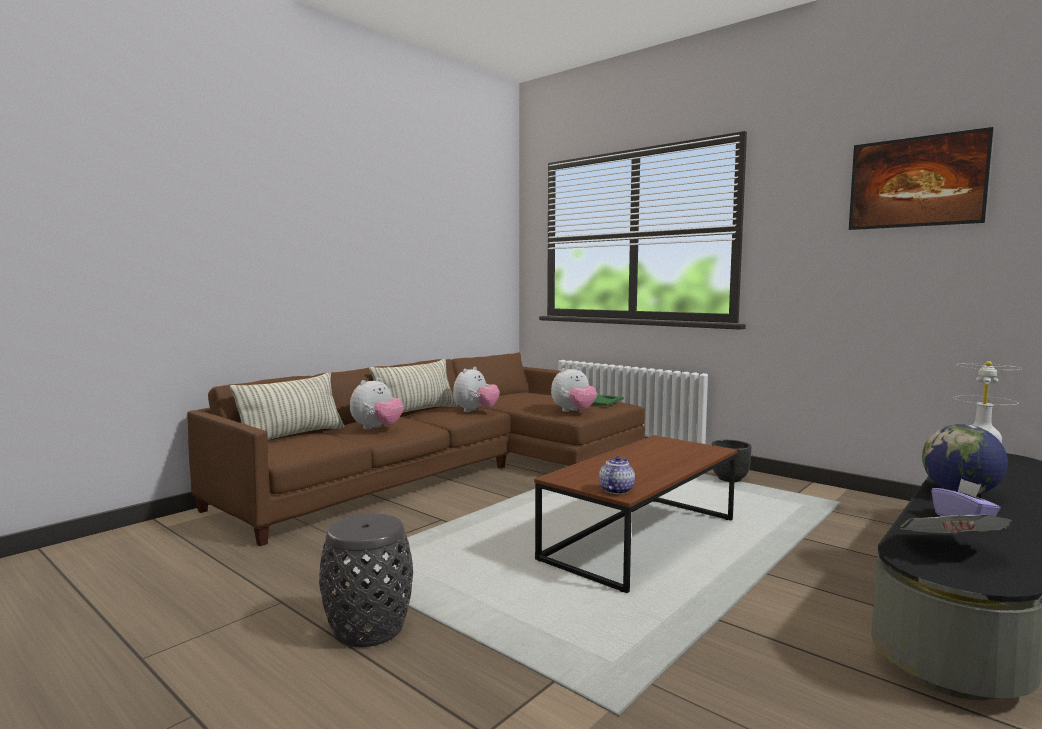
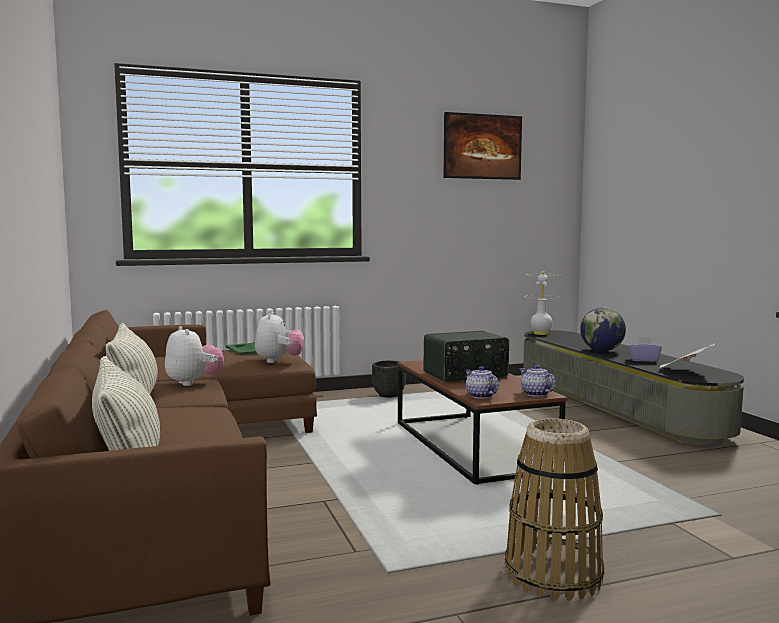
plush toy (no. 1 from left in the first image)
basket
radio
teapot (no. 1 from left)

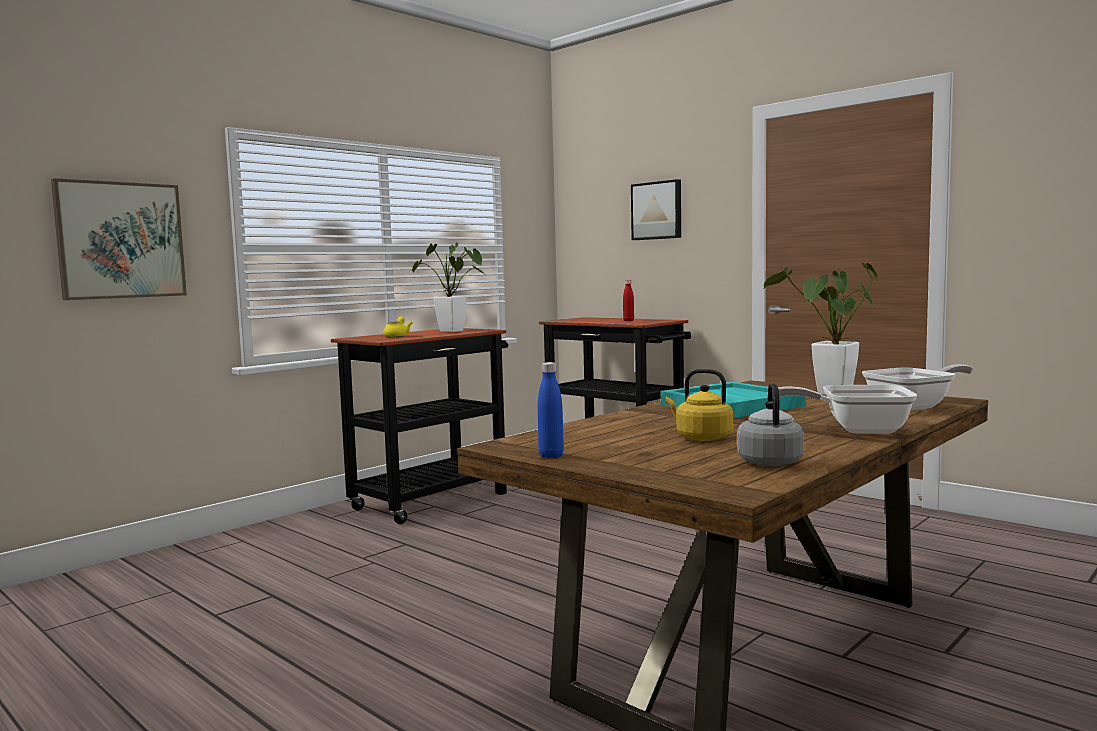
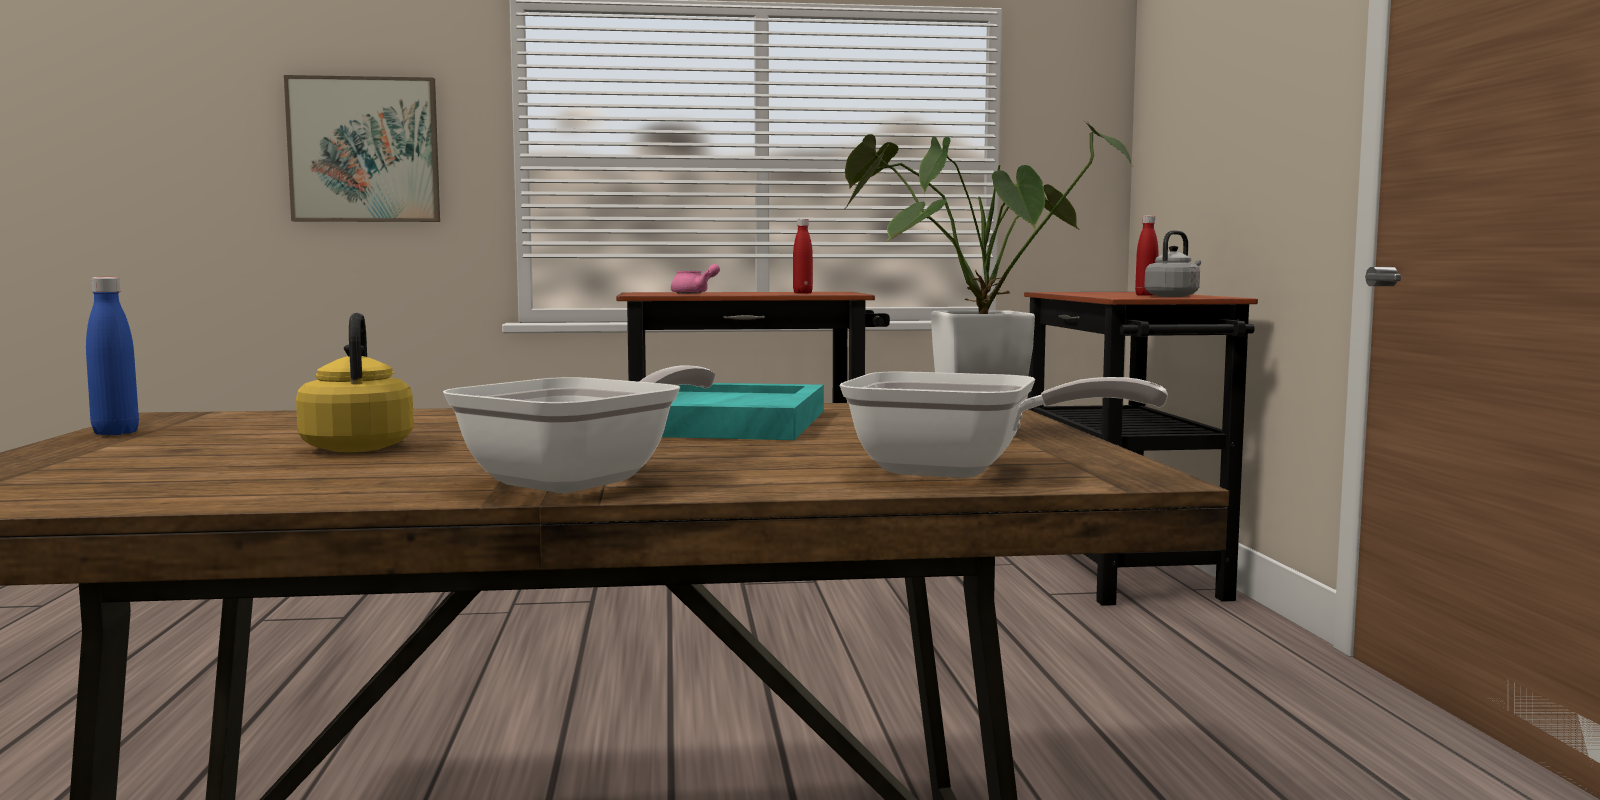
picture (no. 2 from left in the first image)
red bottle (no. 1 from left)
pink teapot
grey kettle
frying pan (no. 1 from left)

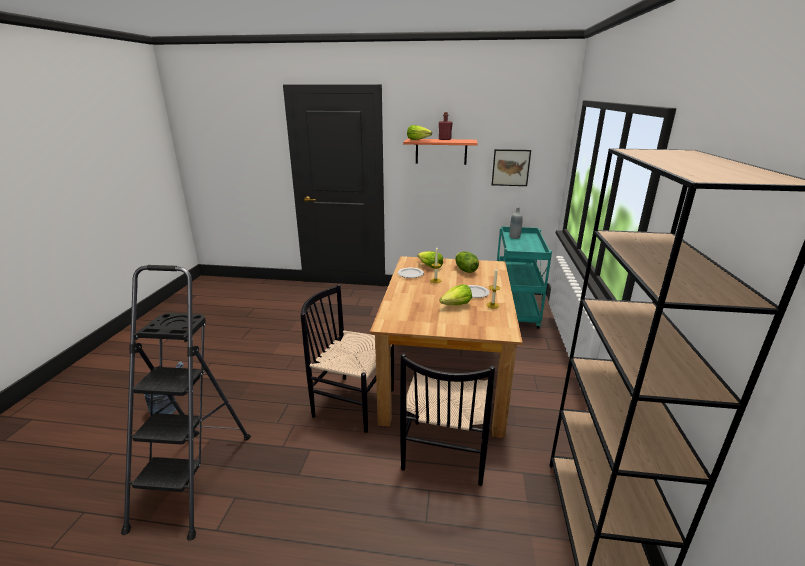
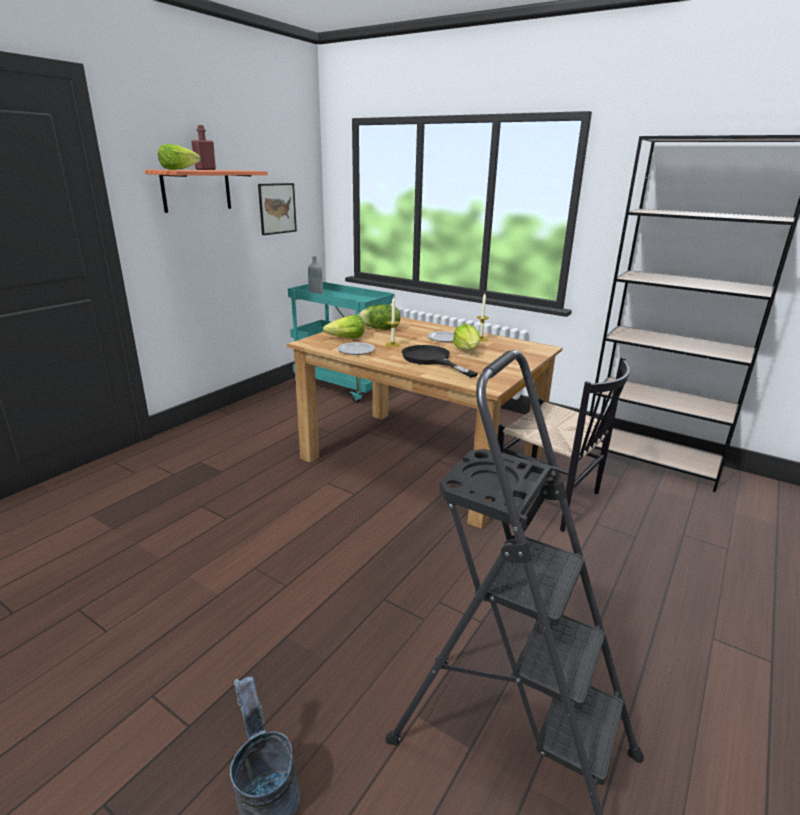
black chair (no. 1 from left in the first image)
black frying pan

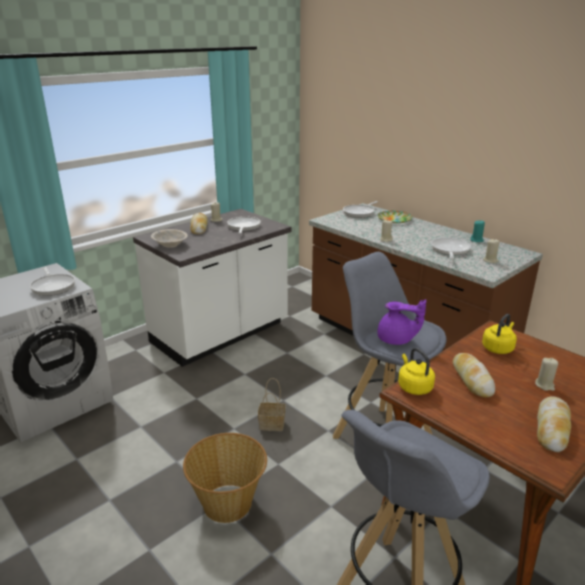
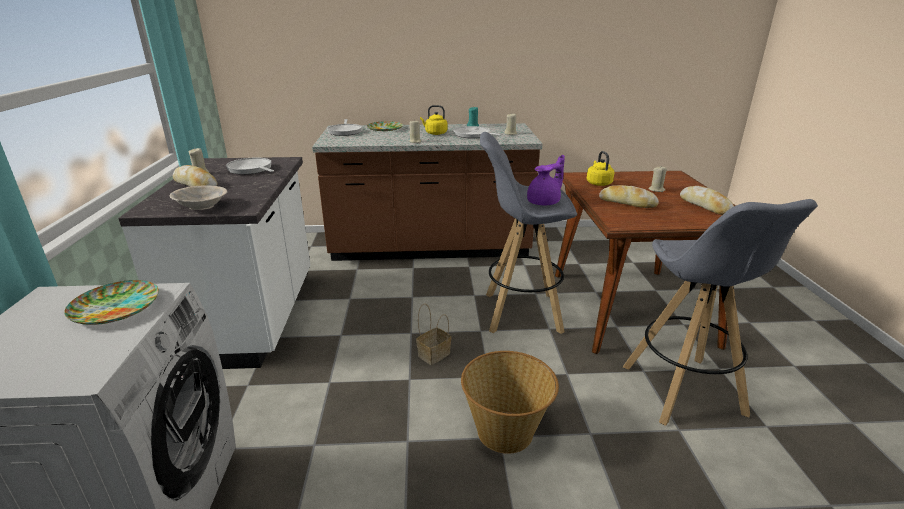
plate (no. 1 from left)
yellow kettle (no. 1 from left)

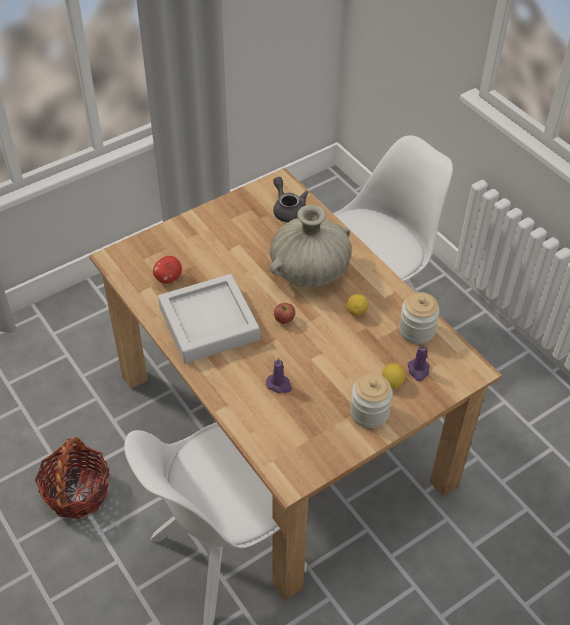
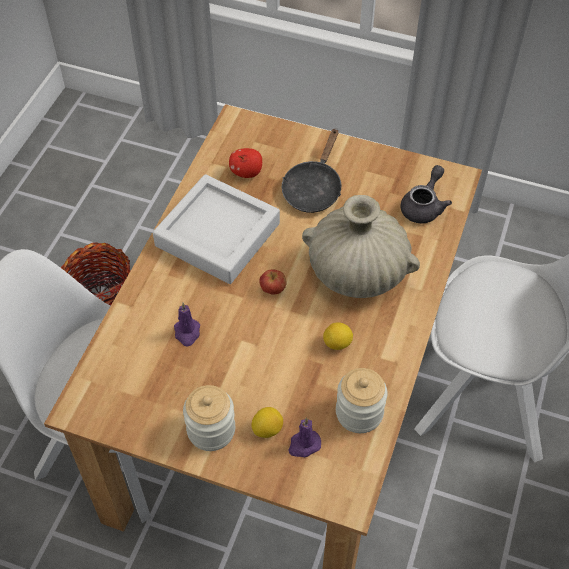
black frying pan

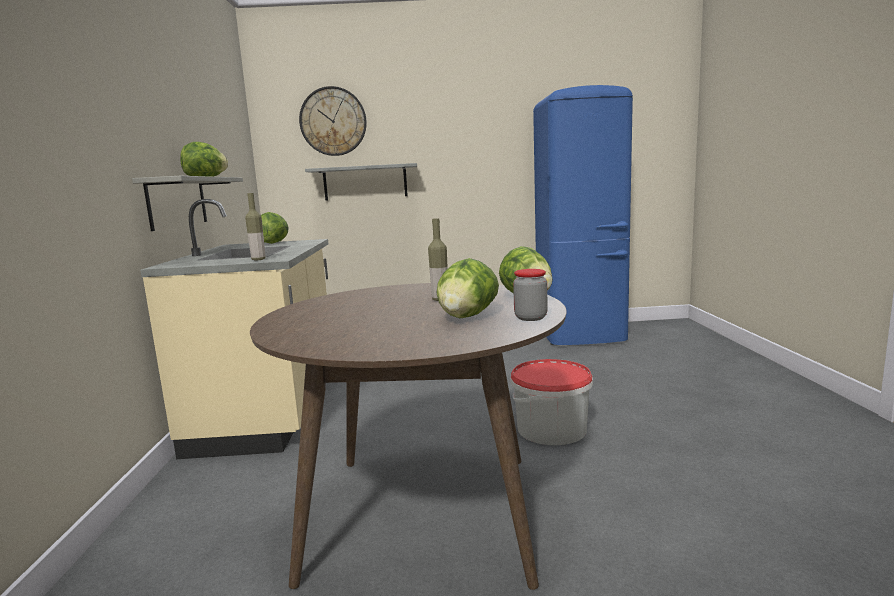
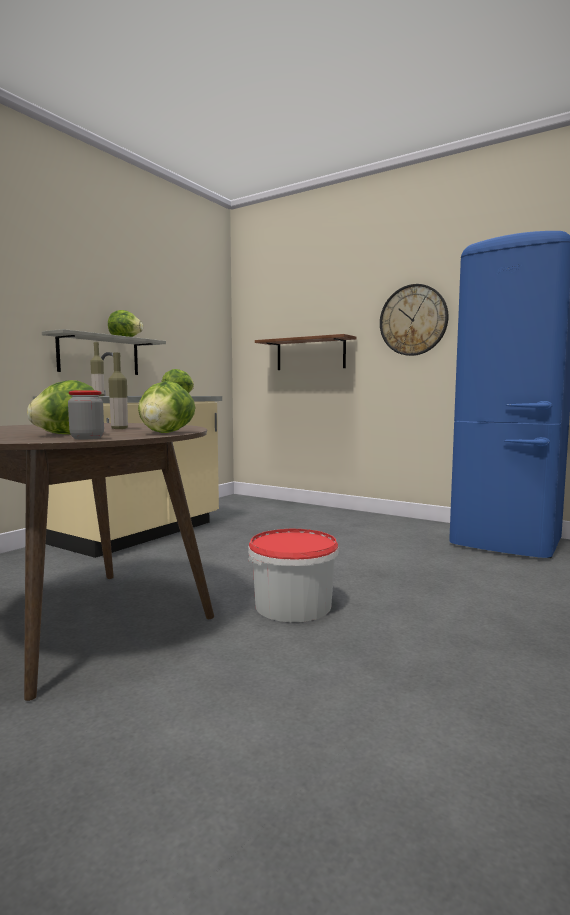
wall clock
brown shelf

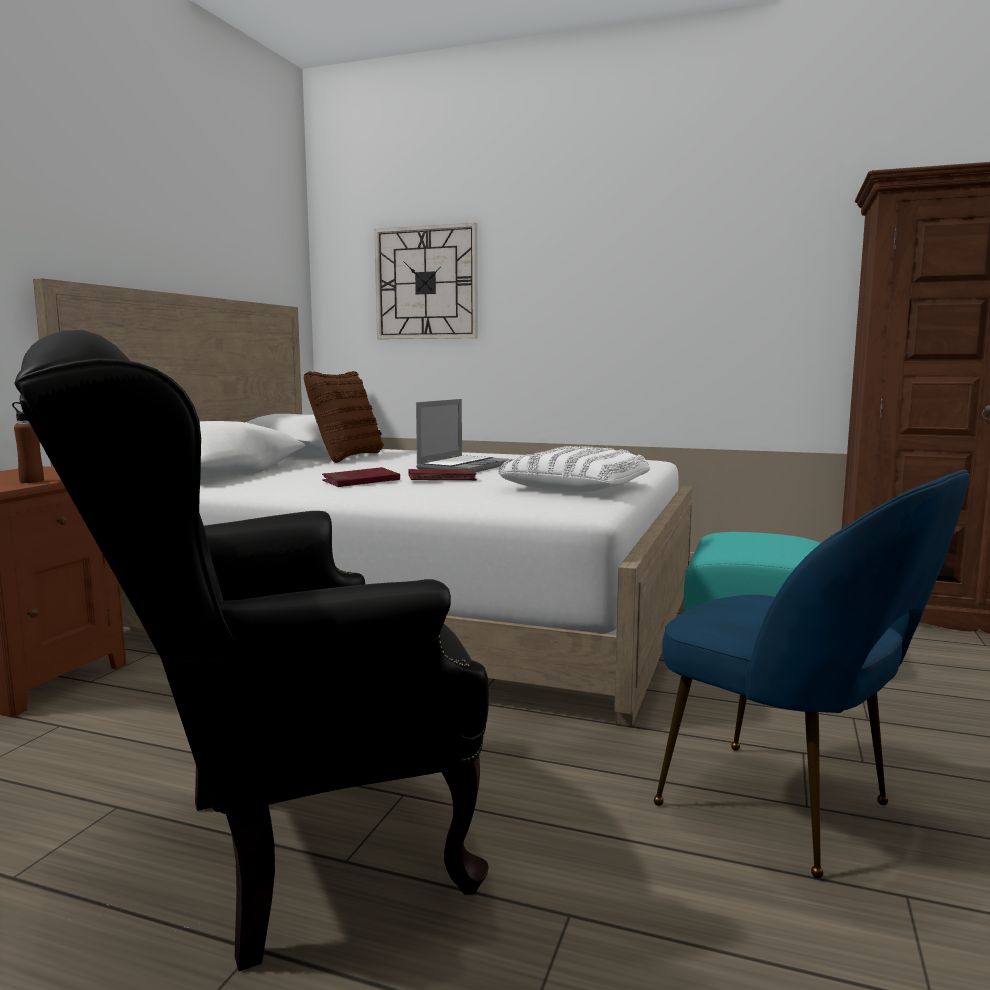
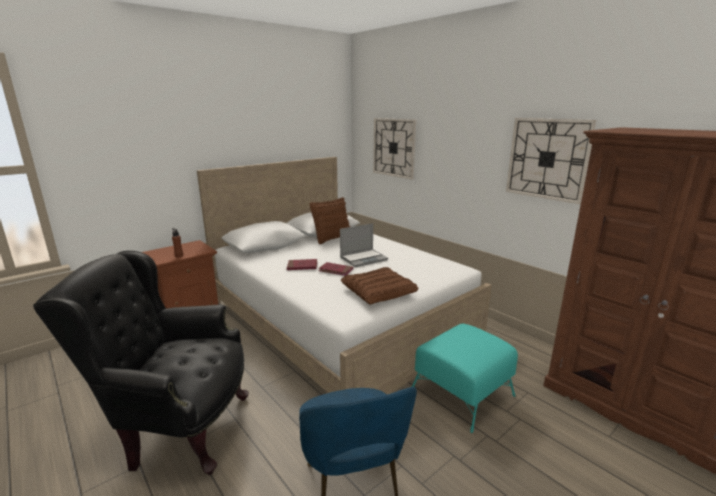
brown pillow (no. 2 from left)
wall clock (no. 2 from left)

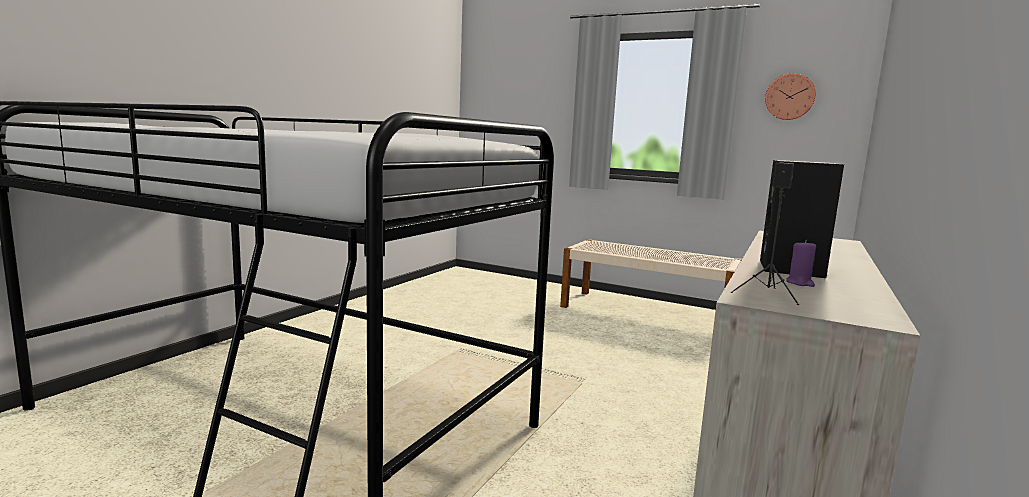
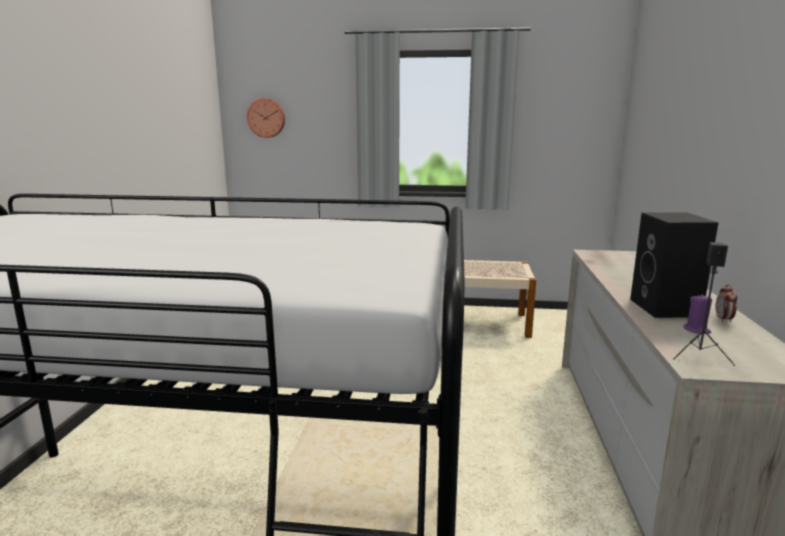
wall clock
alarm clock

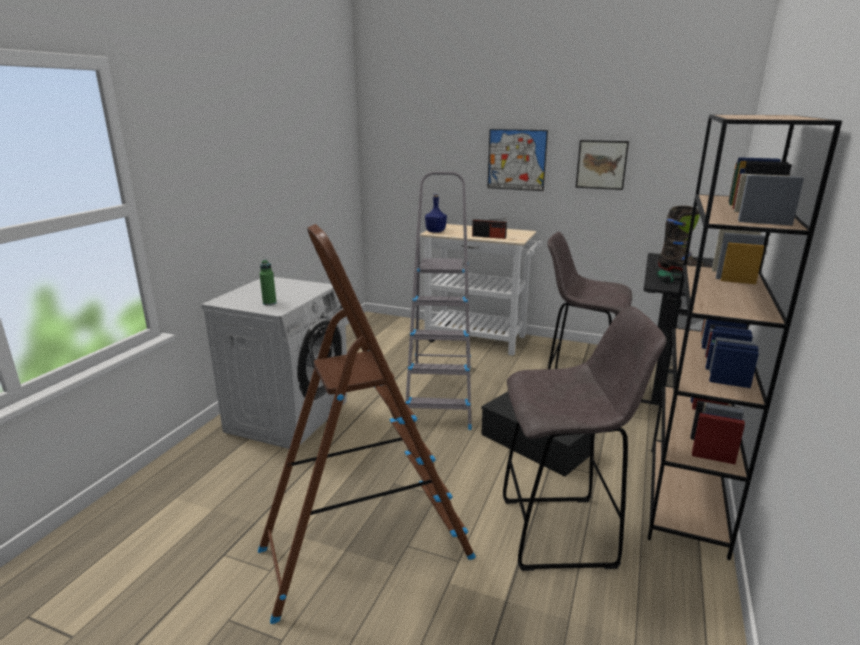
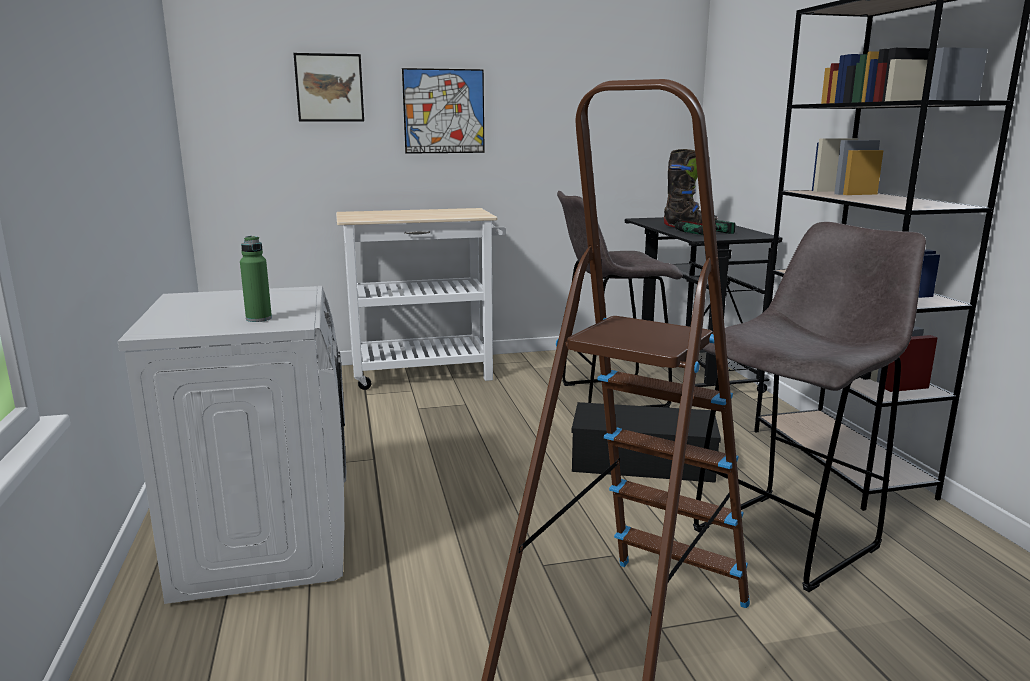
picture (no. 1 from left)
grey step ladder
blue bottle
radio

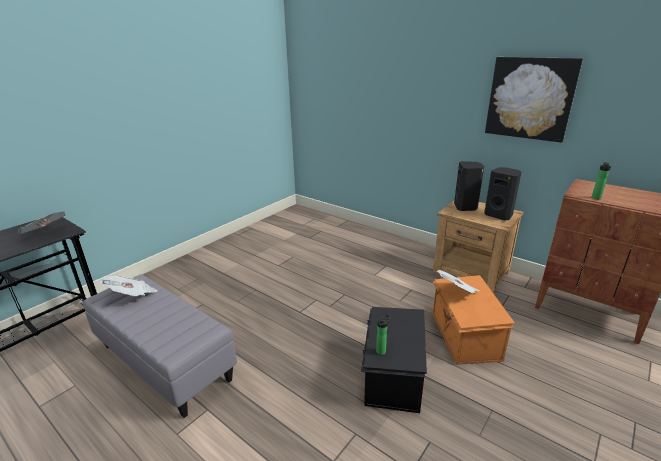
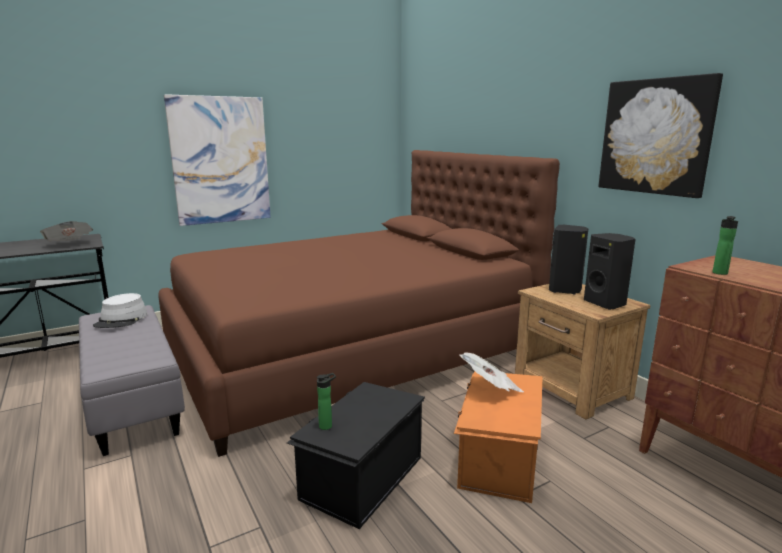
grey hat
picture (no. 1 from left)
brown bed

